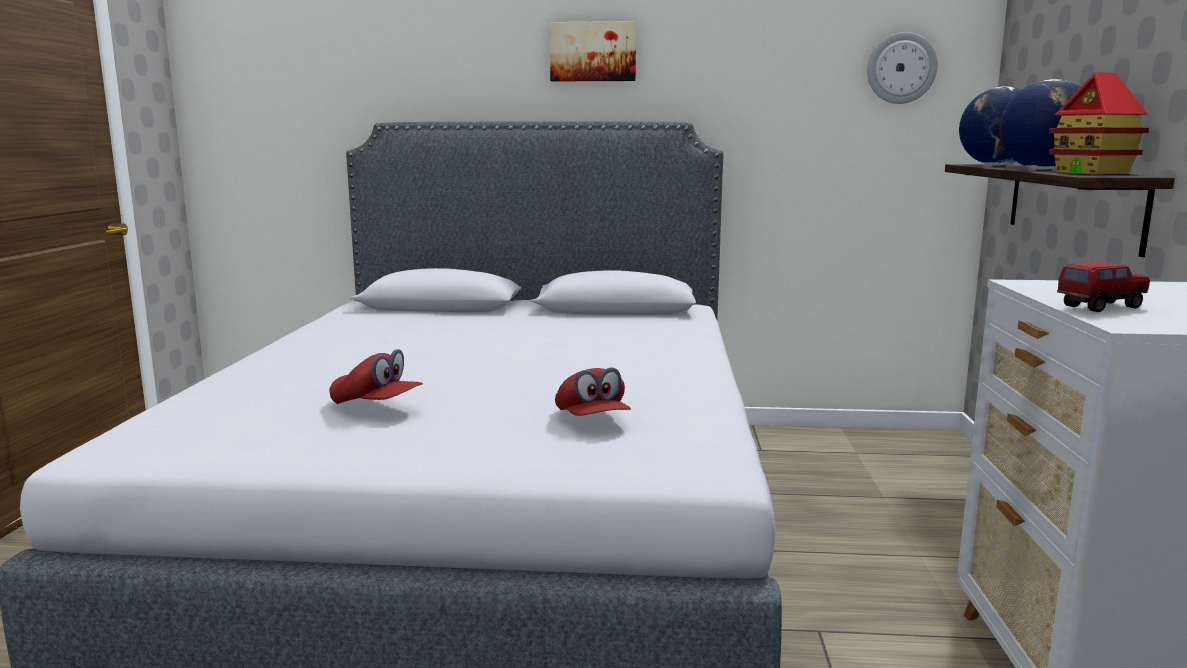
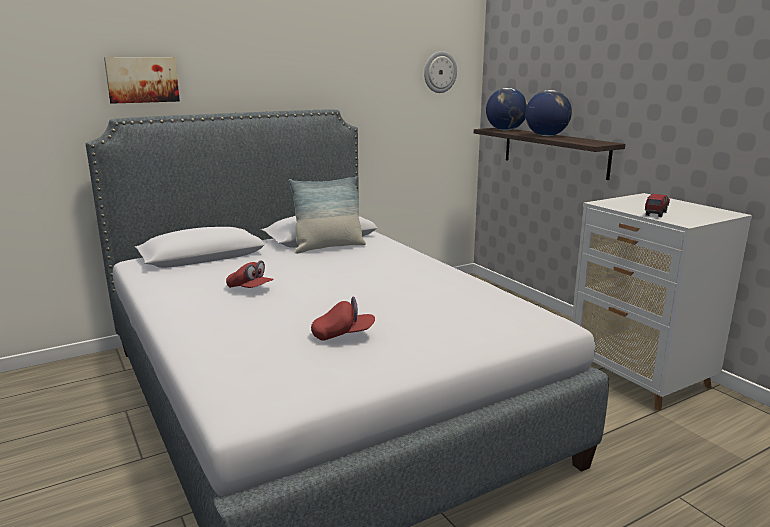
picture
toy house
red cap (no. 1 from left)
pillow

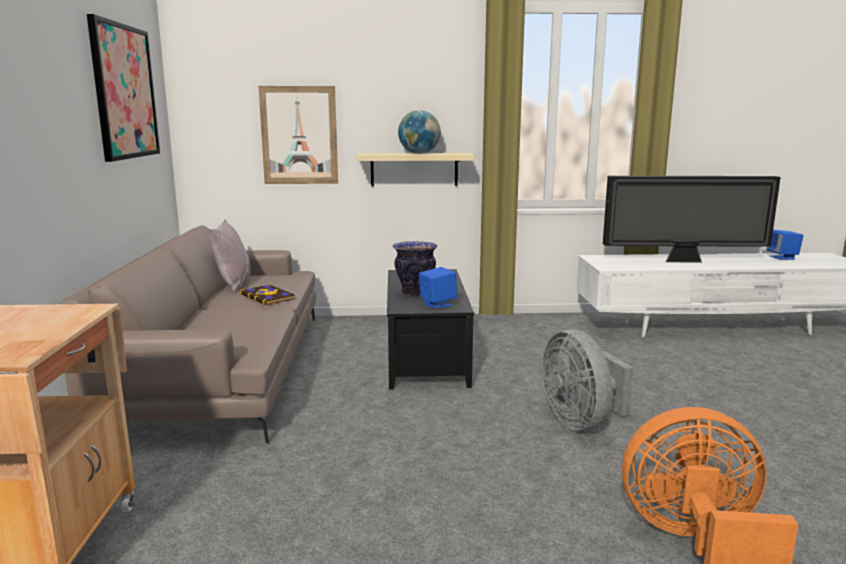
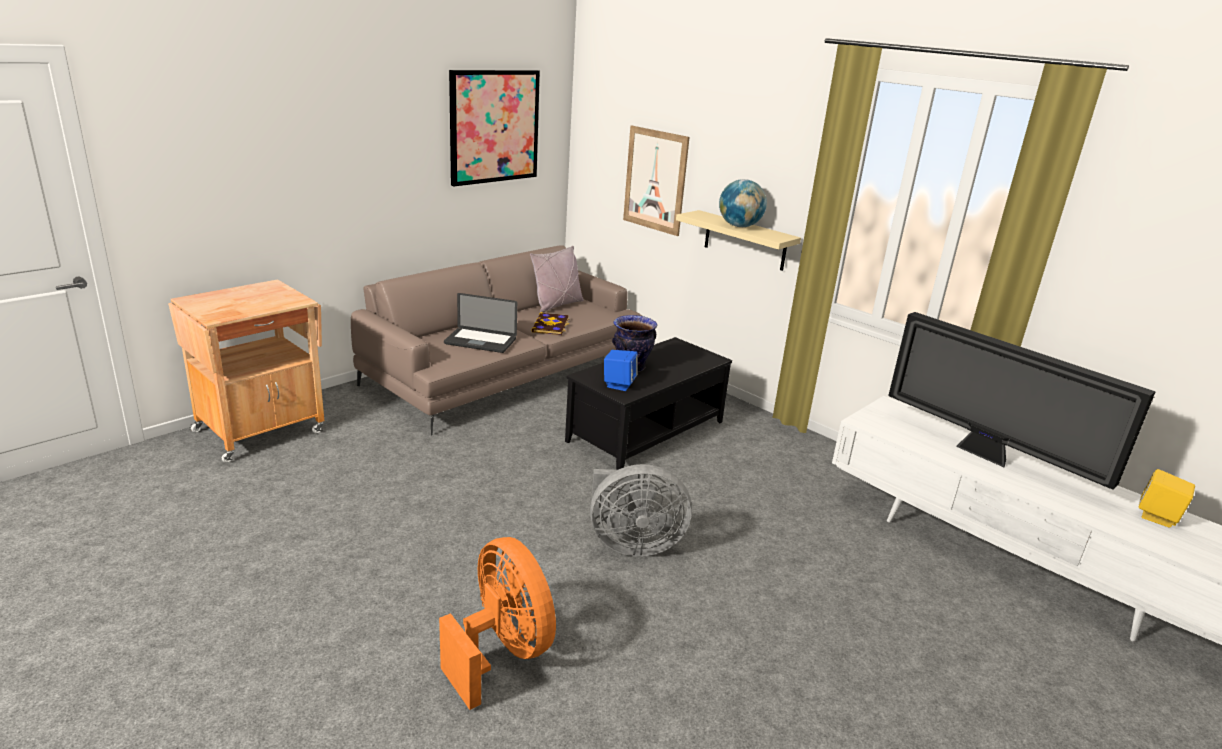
yellow speaker
grey fan
laptop

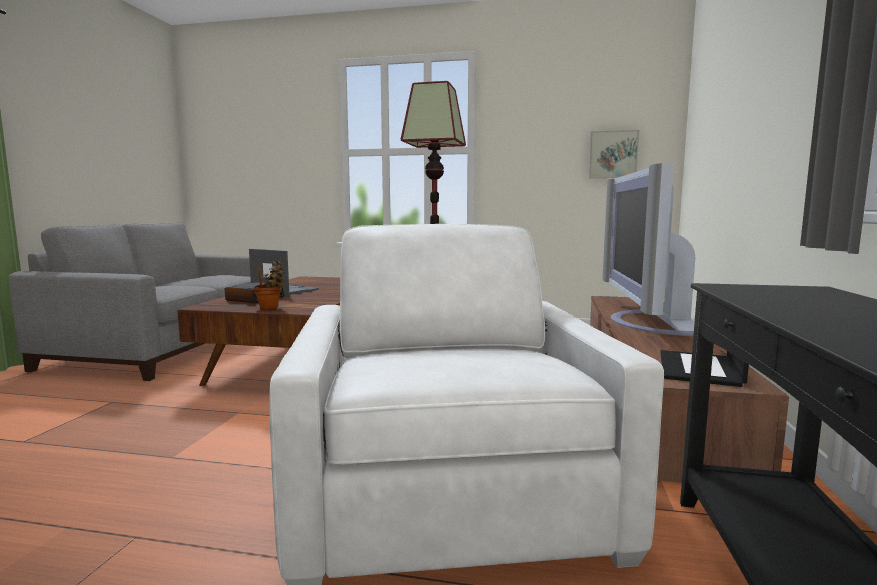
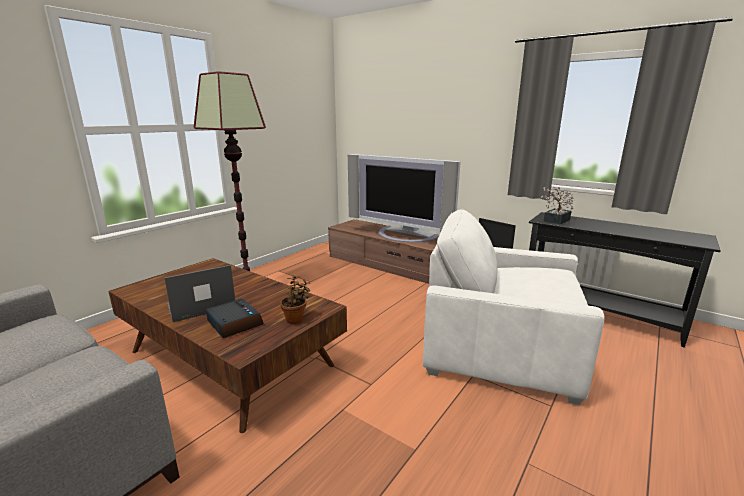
picture
potted plant (no. 2 from left)

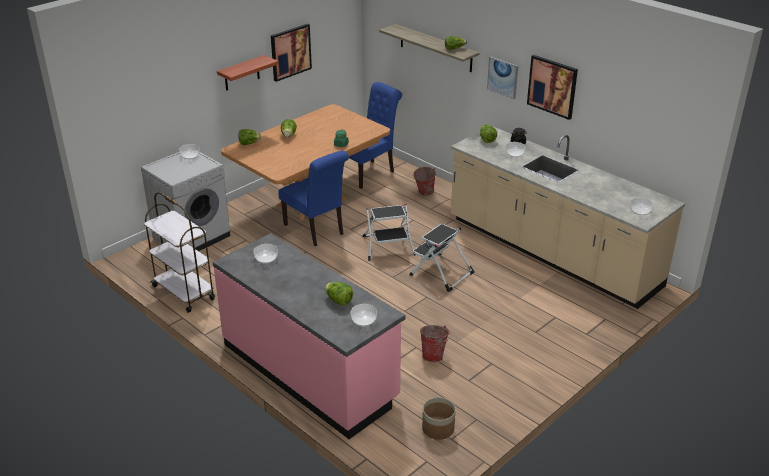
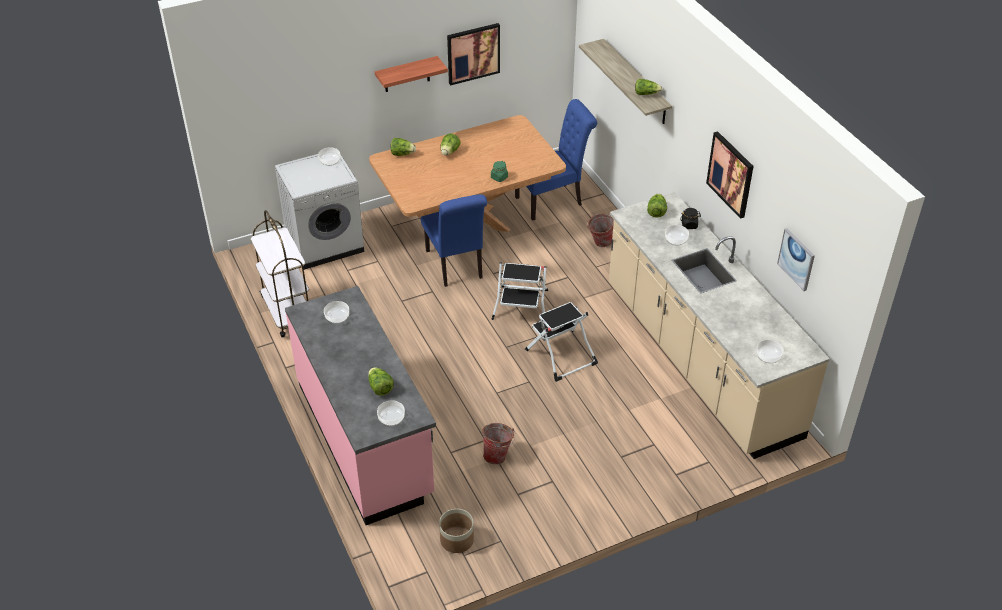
picture (no. 3 from left)

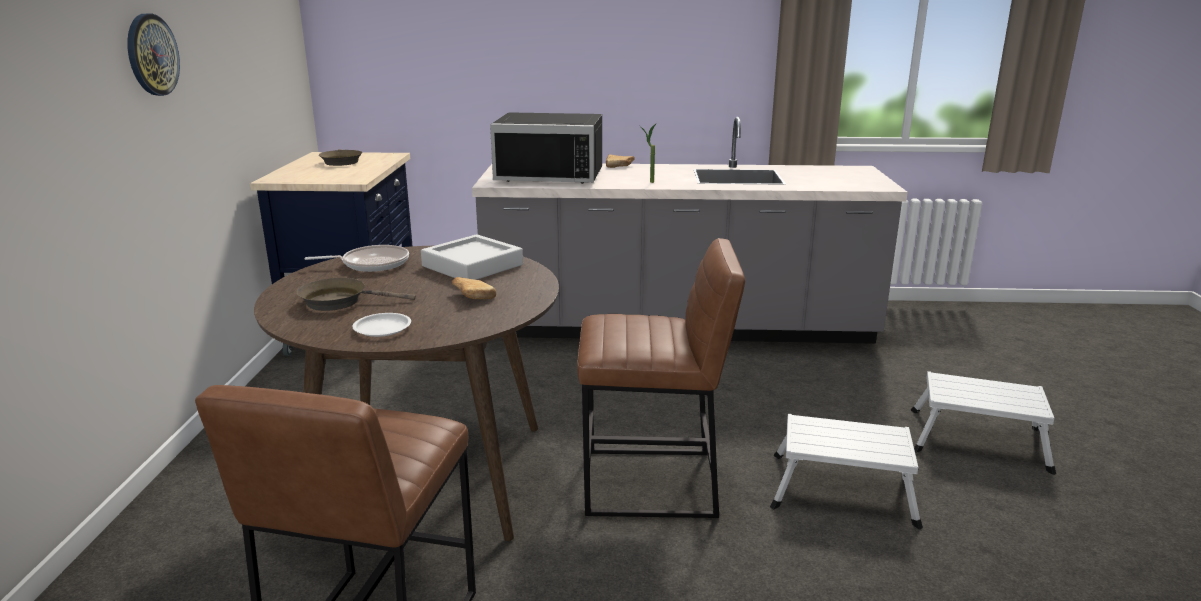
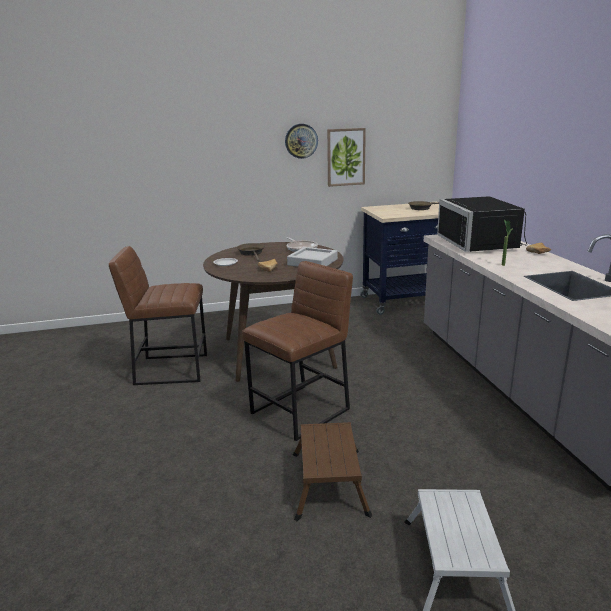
brown chair (no. 2 from left)
brown step ladder
picture

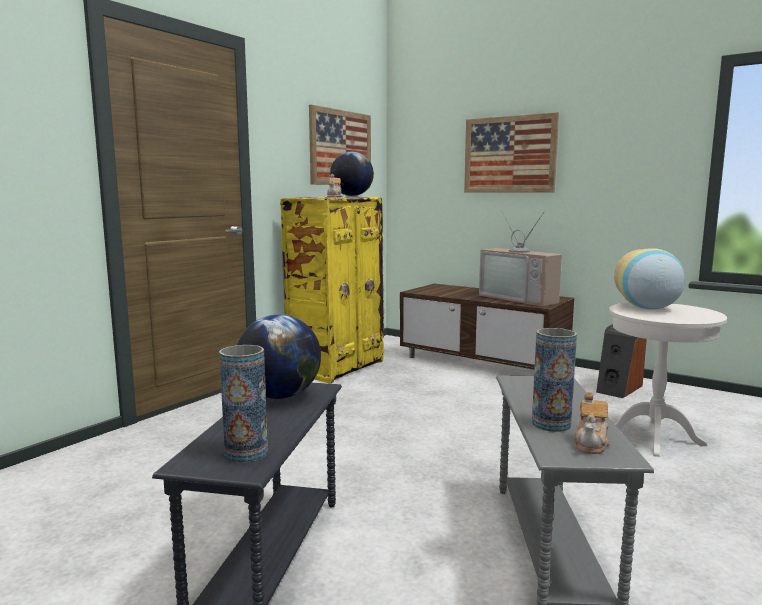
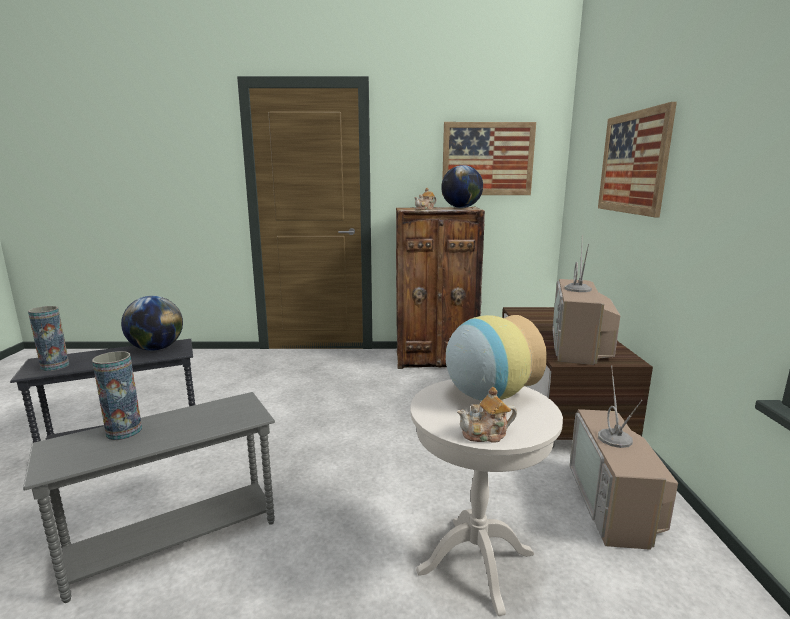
brown cabinet
television (no. 2 from left)
teapot (no. 2 from left)

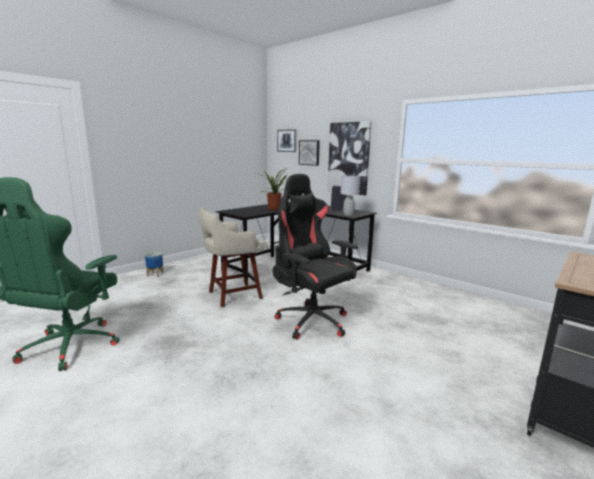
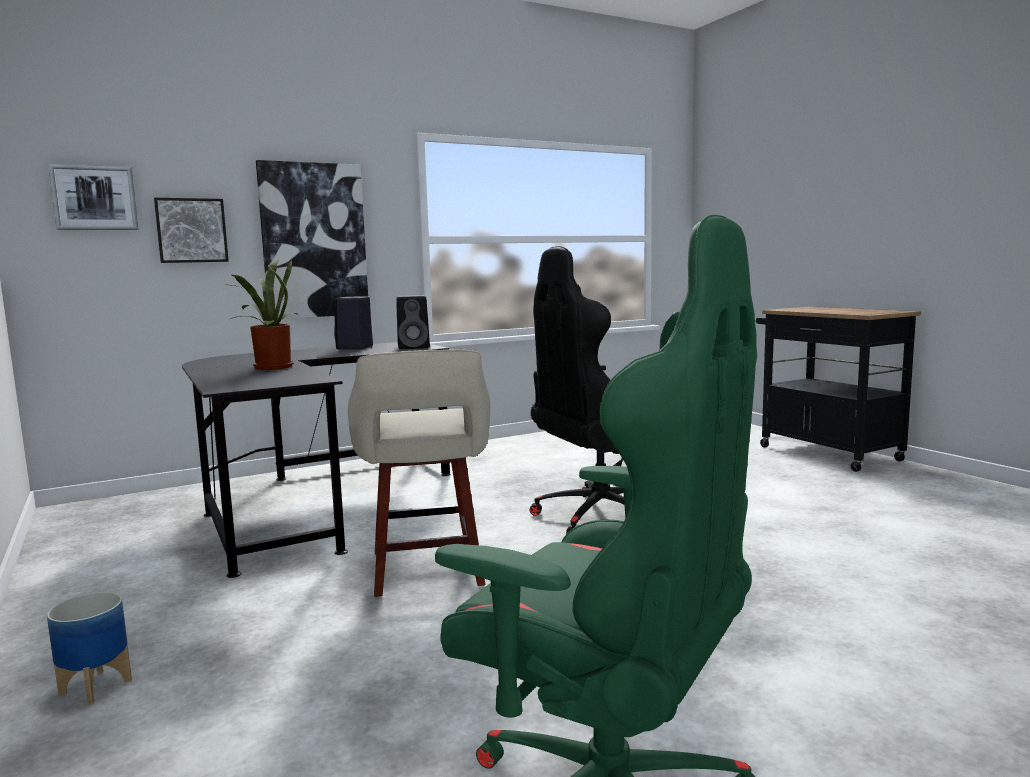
black speaker (no. 2 from left)

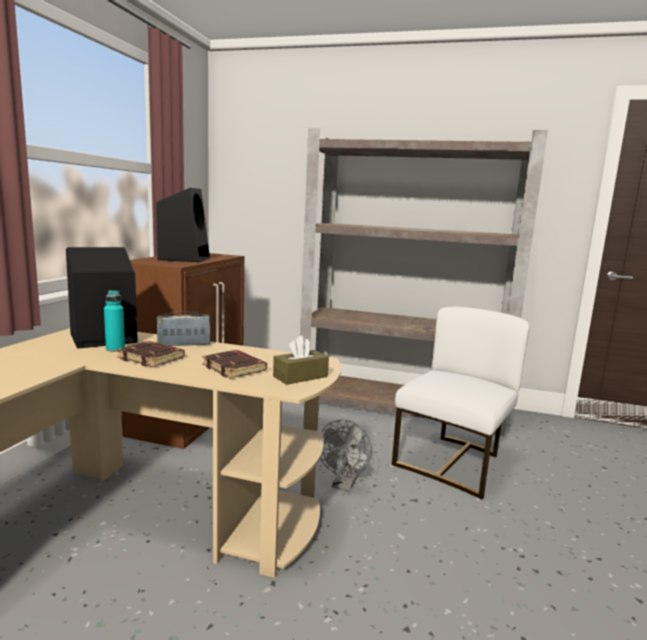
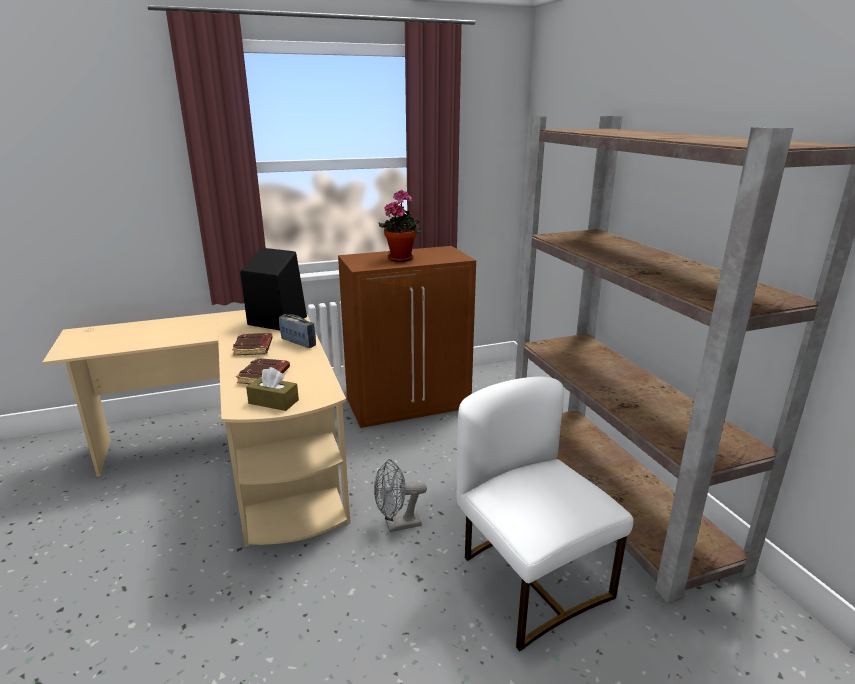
potted plant
turquoise bottle
white chair

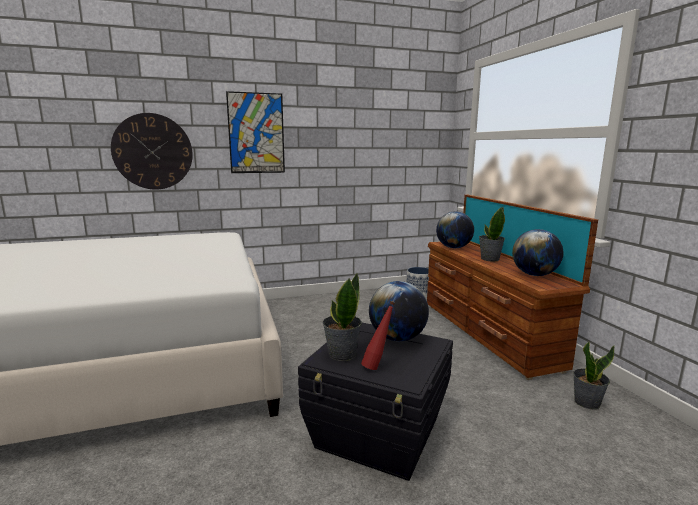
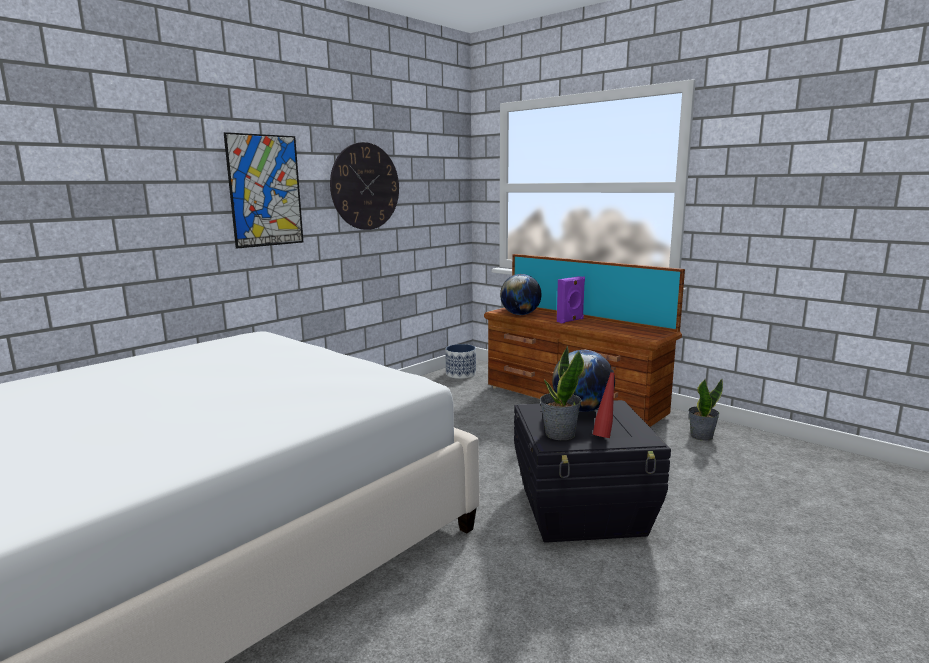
wall clock
purple speaker
globe (no. 3 from left in the first image)

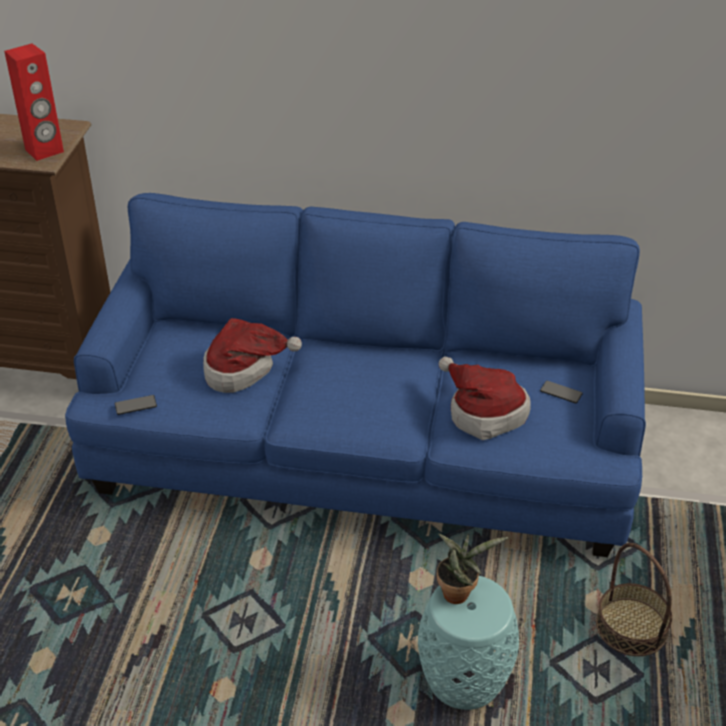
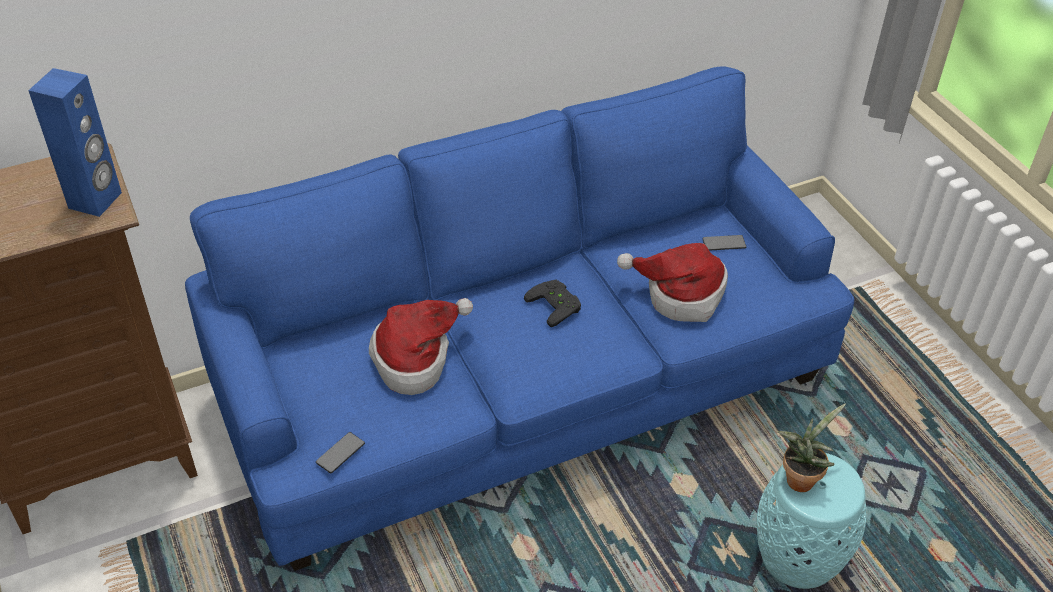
blue speaker
basket
black game controller

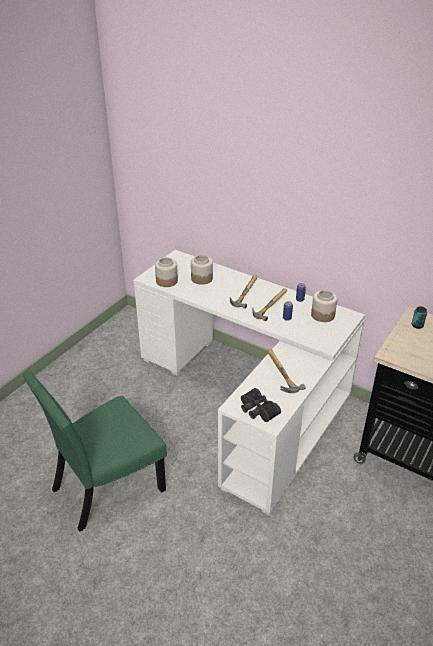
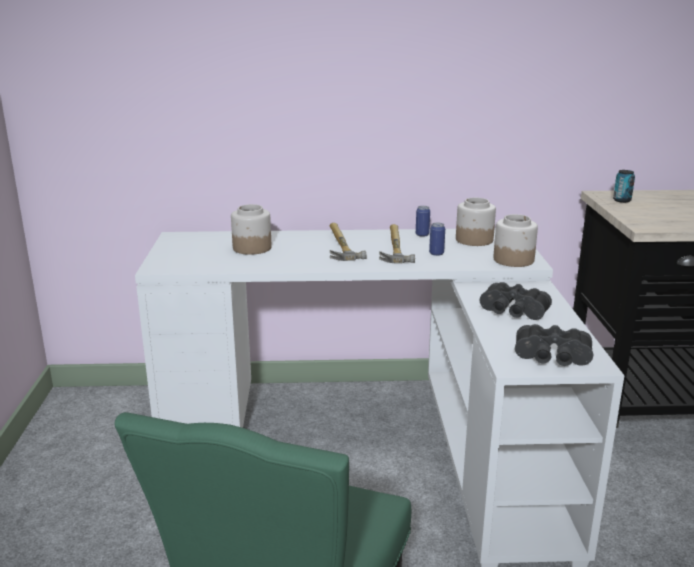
jar (no. 3 from left)
black binoculars (no. 1 from left)

